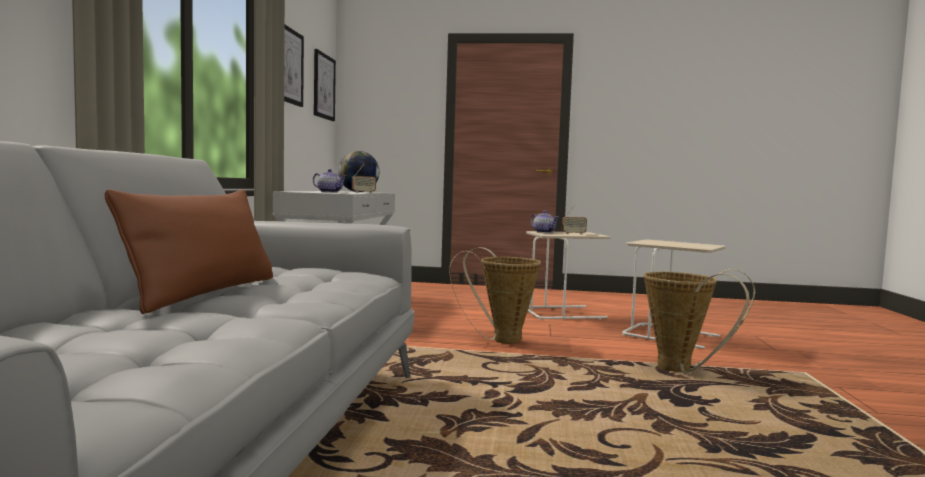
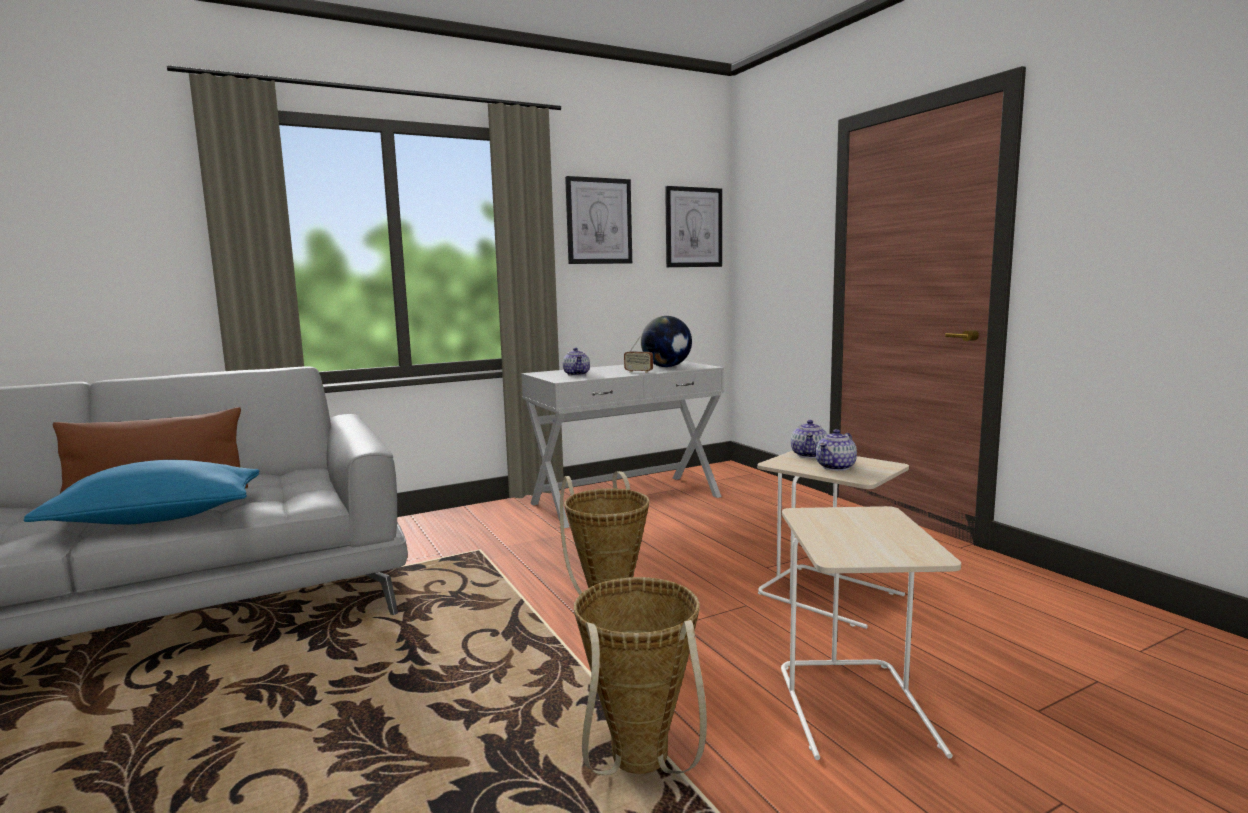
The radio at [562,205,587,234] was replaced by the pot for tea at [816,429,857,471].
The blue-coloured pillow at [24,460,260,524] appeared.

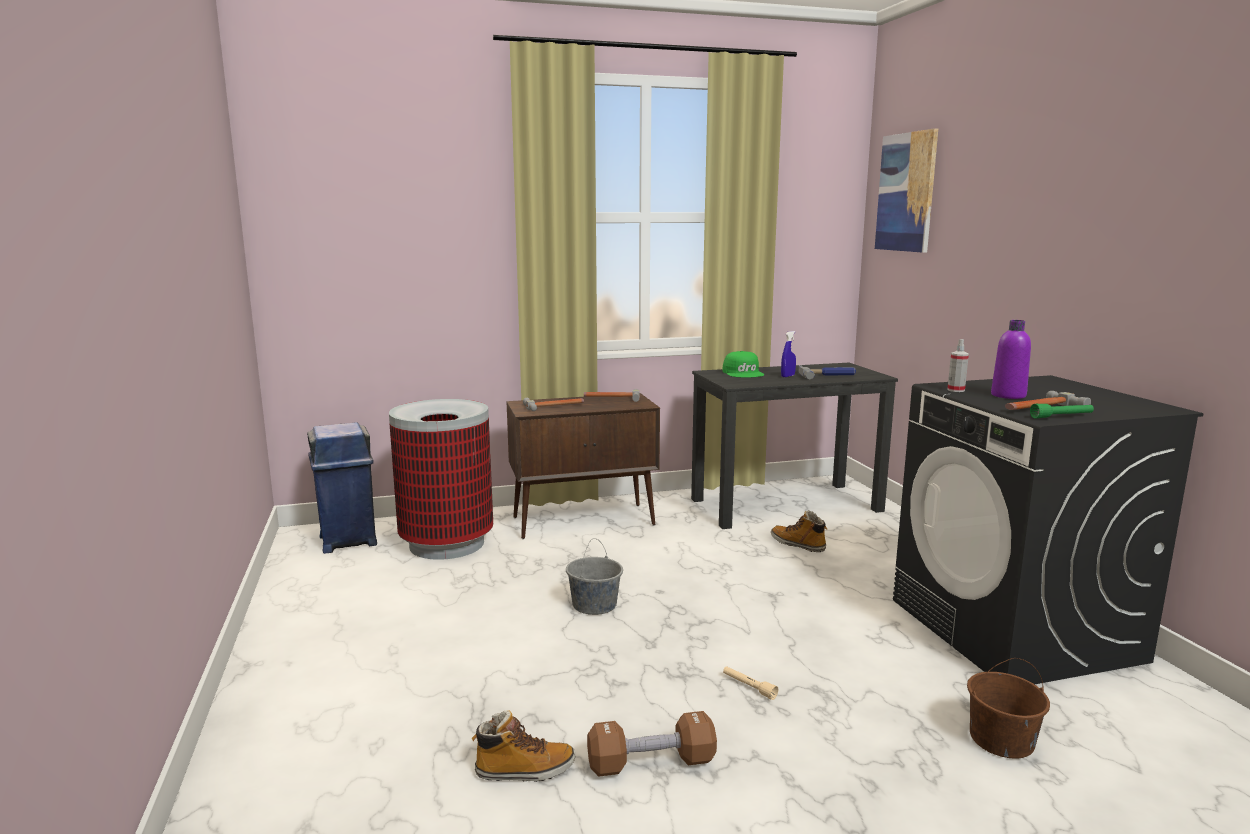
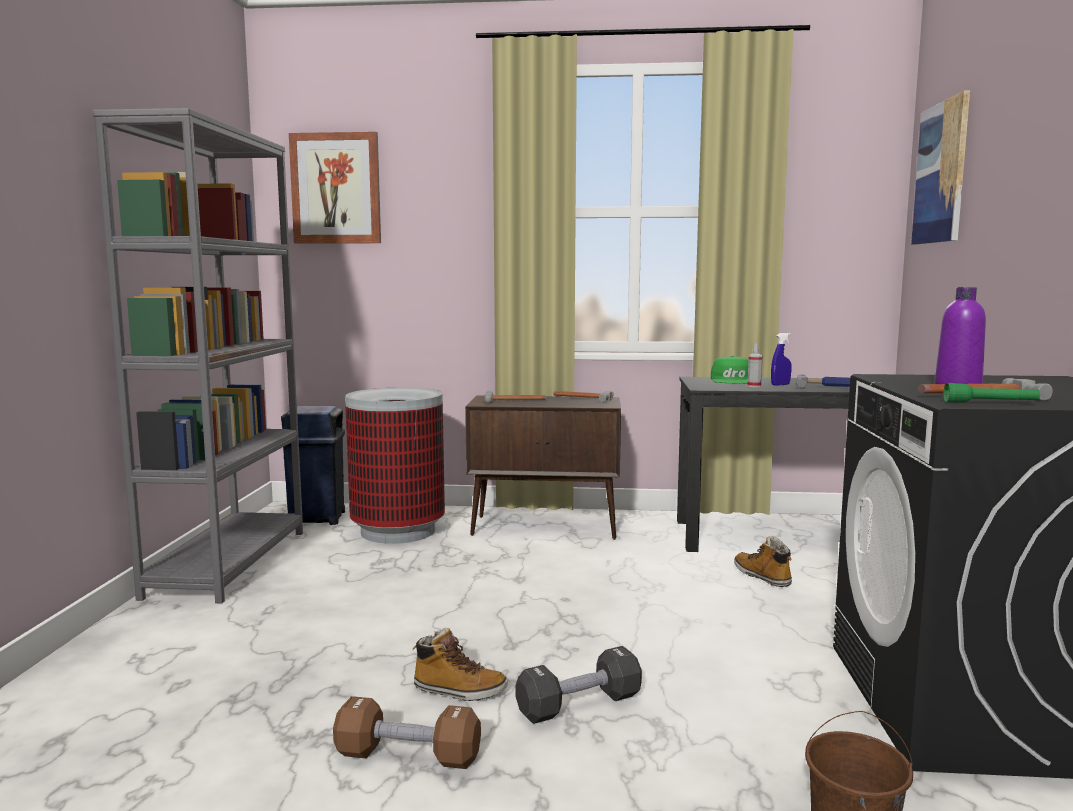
The hand sprayer moved from [947,339,969,392] to [747,343,763,387].
The gray pail at [566,539,623,615] disappeared.
The beige torch at [723,666,778,700] was replaced by the black dumbbell at [515,646,642,724].
The high-top boot moved from [471,710,575,782] to [413,628,508,701].
The gray bookshelf at [92,108,303,604] appeared.
The wall picture at [289,132,381,244] appeared.

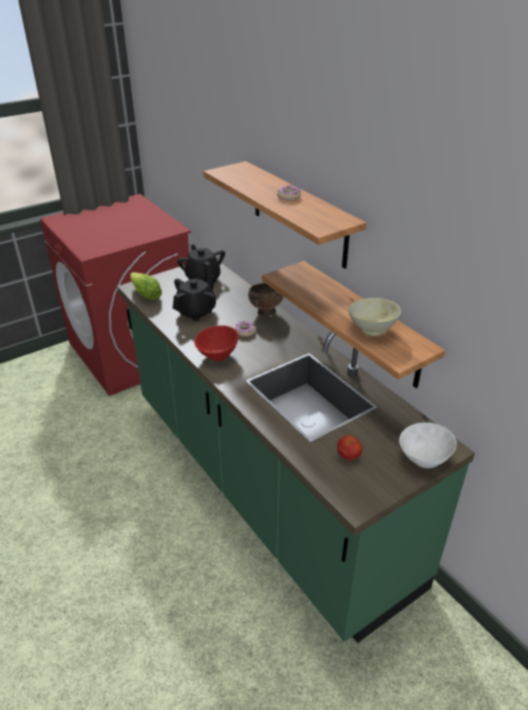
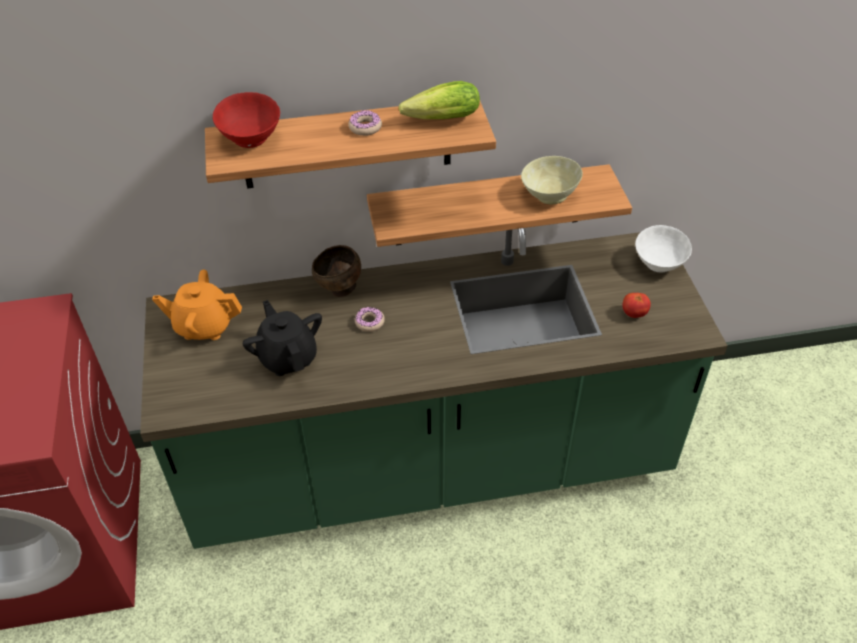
The black pot for tea at [177,244,225,283] became the orange-coloured pot for tea at [152,270,242,340].
The lettuce moved from [130,272,162,300] to [398,81,480,119].
The red bowl moved from [194,325,239,361] to [213,92,280,148].

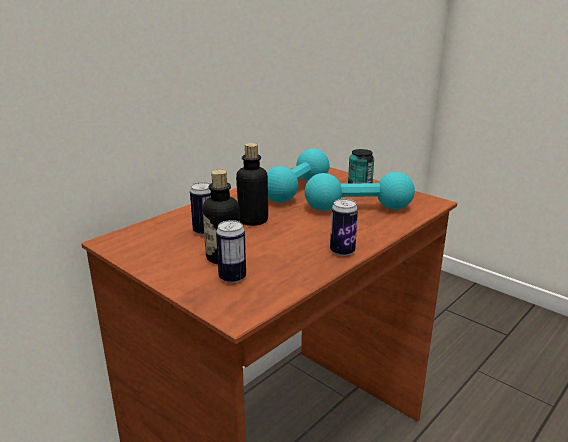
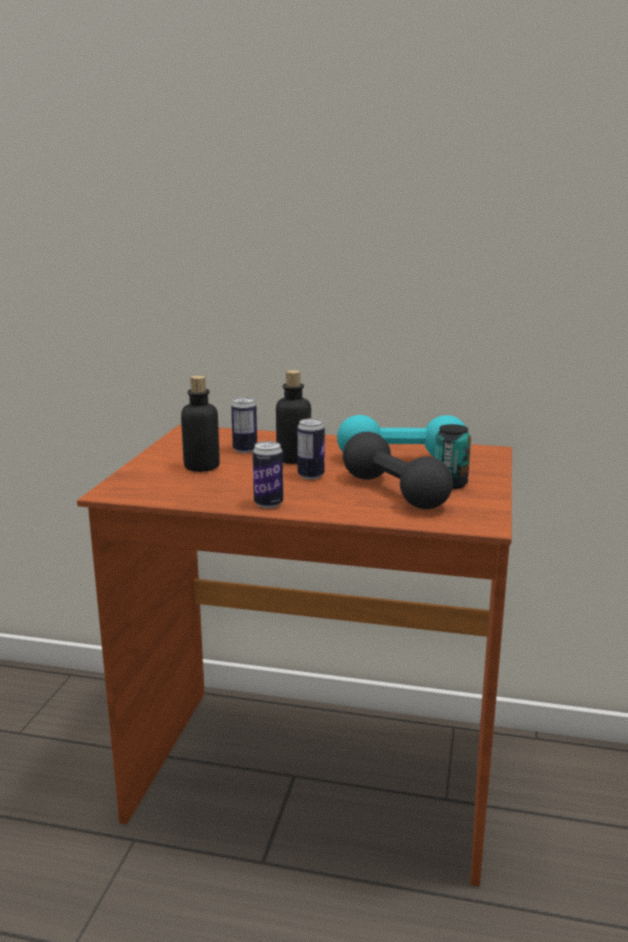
The blue-green dumbbell at [305,172,415,211] became the black dumbbell at [343,432,453,509].
The can moved from [216,220,246,283] to [297,418,325,480].

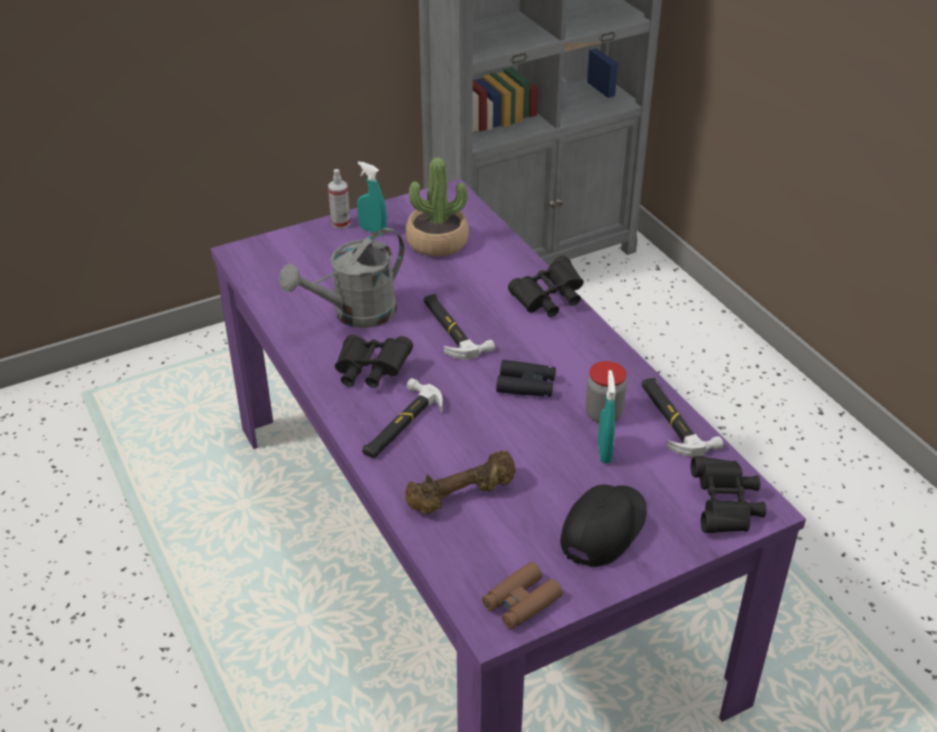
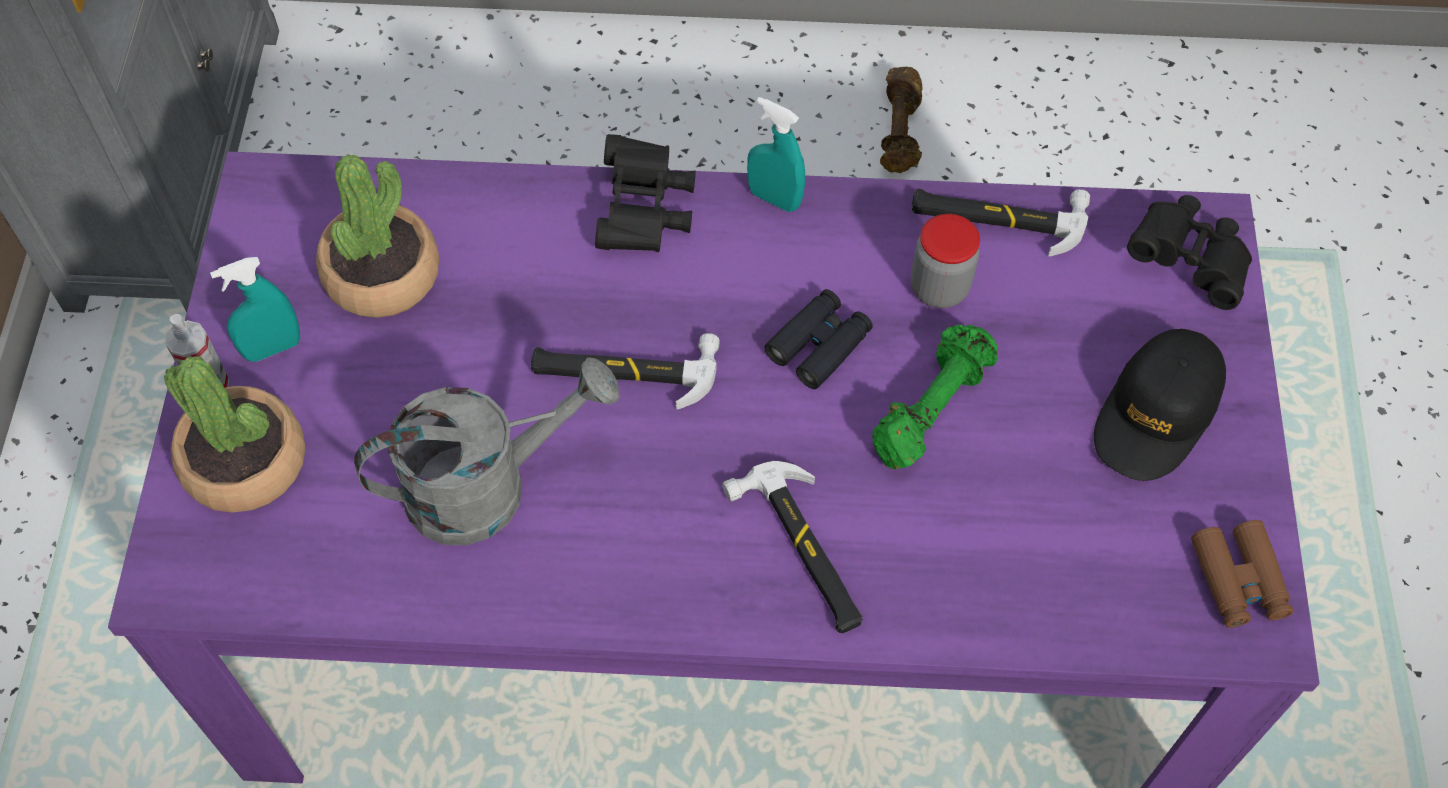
The gray watering can at [279,228,404,328] turned 105 degrees counterclockwise.
The black field glasses at [335,335,413,388] disappeared.
The blue-green hand sprayer moved from [598,370,615,464] to [747,97,805,212].
The brownish dumbbell moved from [405,451,516,514] to [880,67,922,173].
The black cap at [560,484,646,567] turned 120 degrees counterclockwise.
The greenish dumbbell at [872,325,998,469] appeared.
The plant in a pot at [164,356,305,513] appeared.

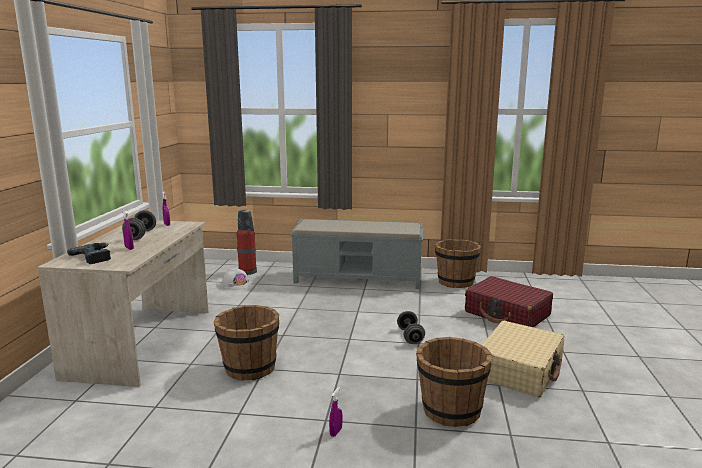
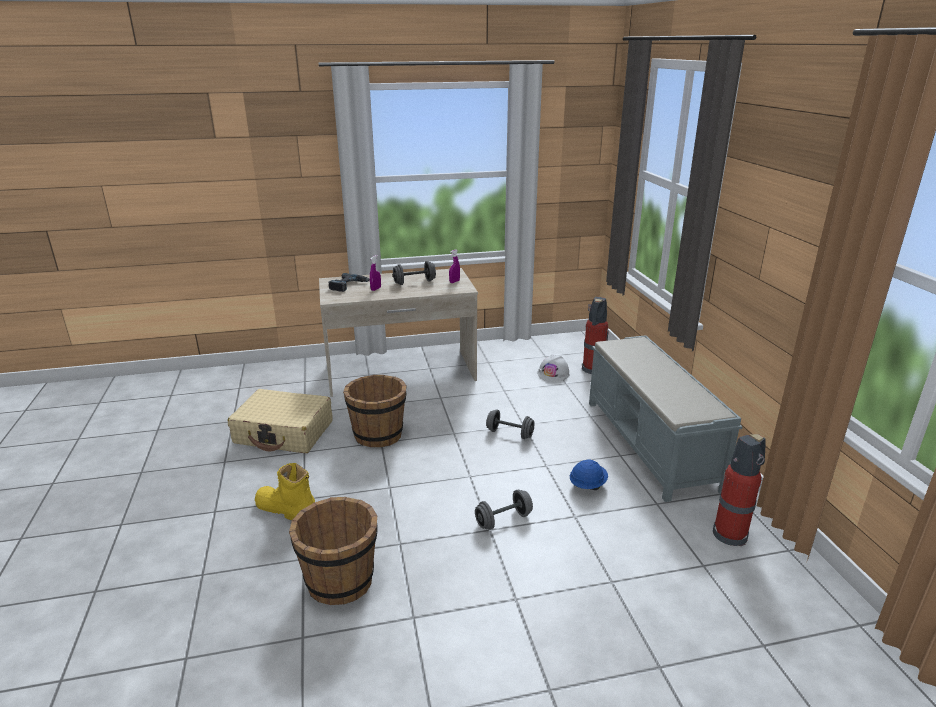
The brownish pail at [435,239,481,288] was replaced by the fire extinguisher at [713,434,766,547].
The red piece of luggage at [465,276,553,327] disappeared.
The beige piece of luggage moved from [481,321,564,397] to [228,389,333,453].
The purplish hand sprayer at [329,387,343,437] was replaced by the yellow high-top boot at [255,463,315,520].
The gray dumbbell at [486,409,534,439] appeared.
The blue-coloured hard hat at [570,459,608,490] appeared.

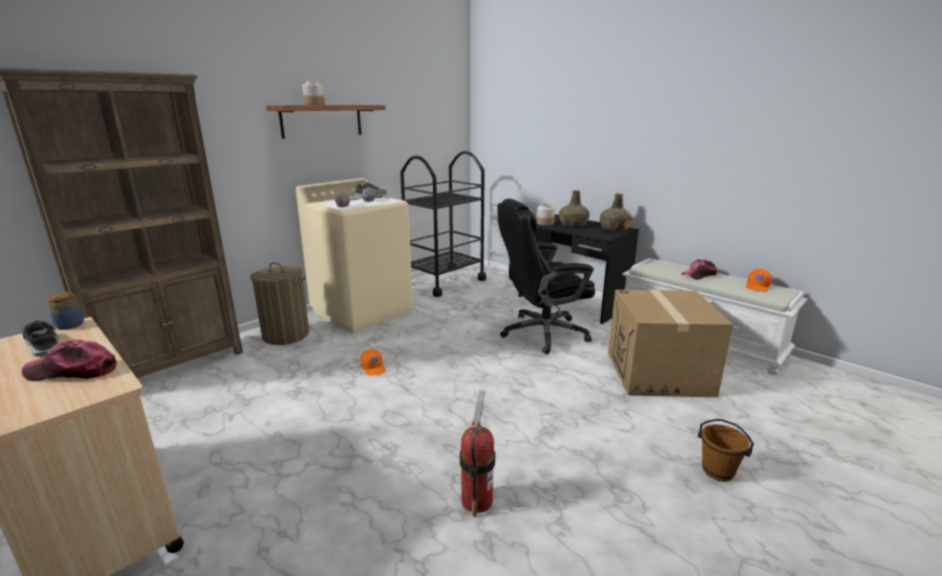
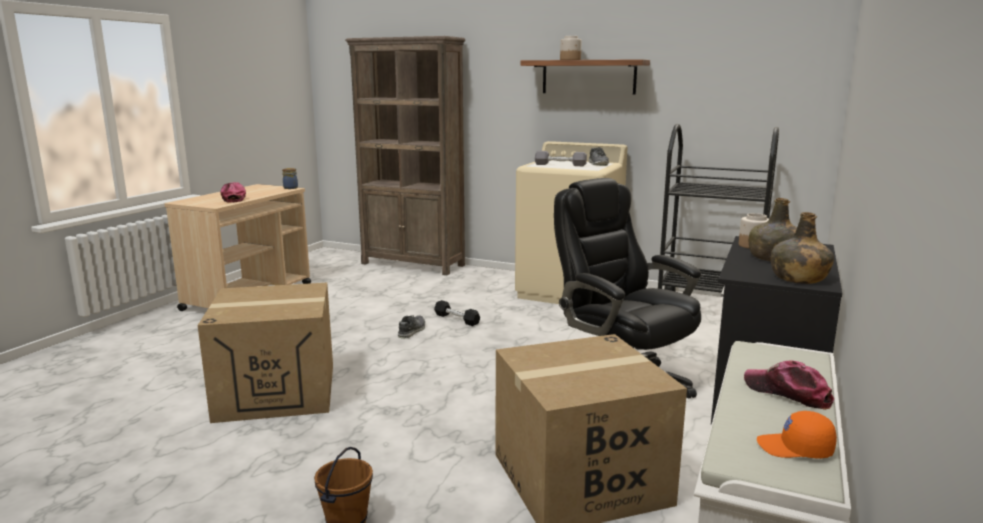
The washing basket at [250,263,309,345] disappeared.
The low shoe moved from [22,320,59,357] to [398,315,426,339].
The orange-coloured cap at [361,349,386,376] was replaced by the black dumbbell at [434,300,480,326].
The fire extinguisher at [460,391,495,517] was replaced by the carton at [198,283,333,423].

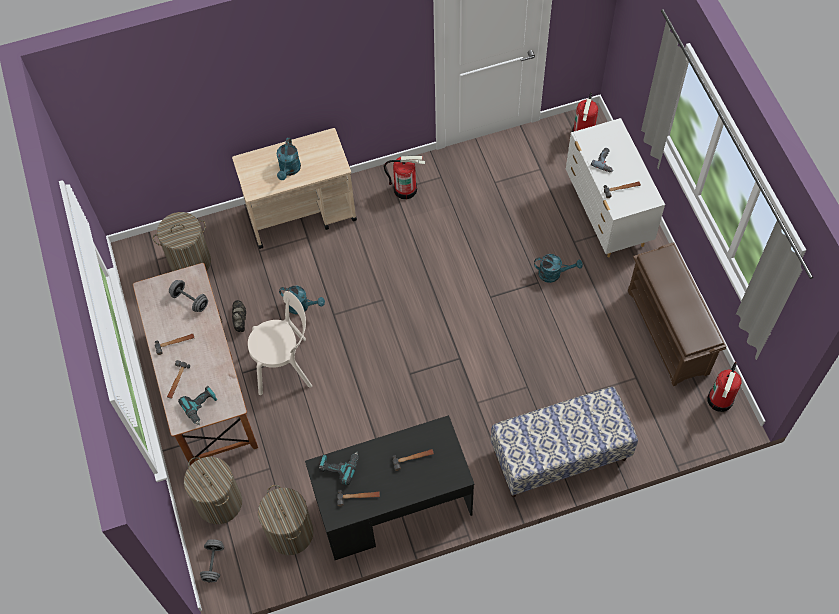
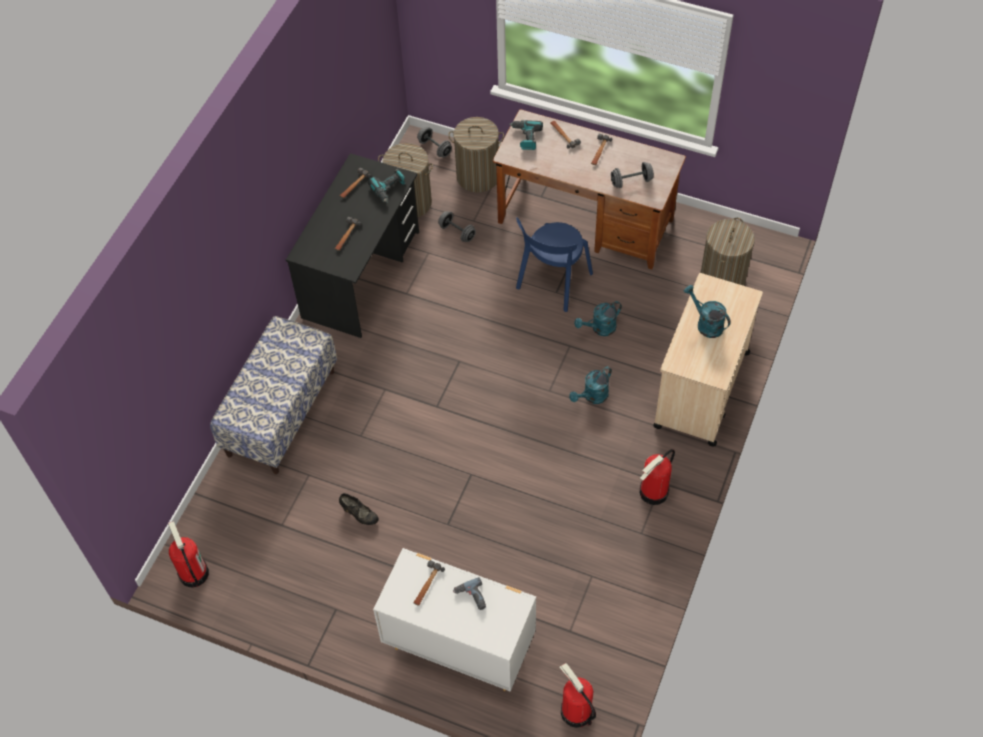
The brownish shoe shelf at [628,242,727,386] disappeared.
The blue-green watering can moved from [534,254,583,283] to [569,366,612,404].
The beige upright chair at [248,291,312,395] became the blue-coloured upright chair at [516,217,593,312].
The black low shoe moved from [232,300,246,332] to [339,493,379,525].
The gray dumbbell at [438,211,476,242] appeared.

